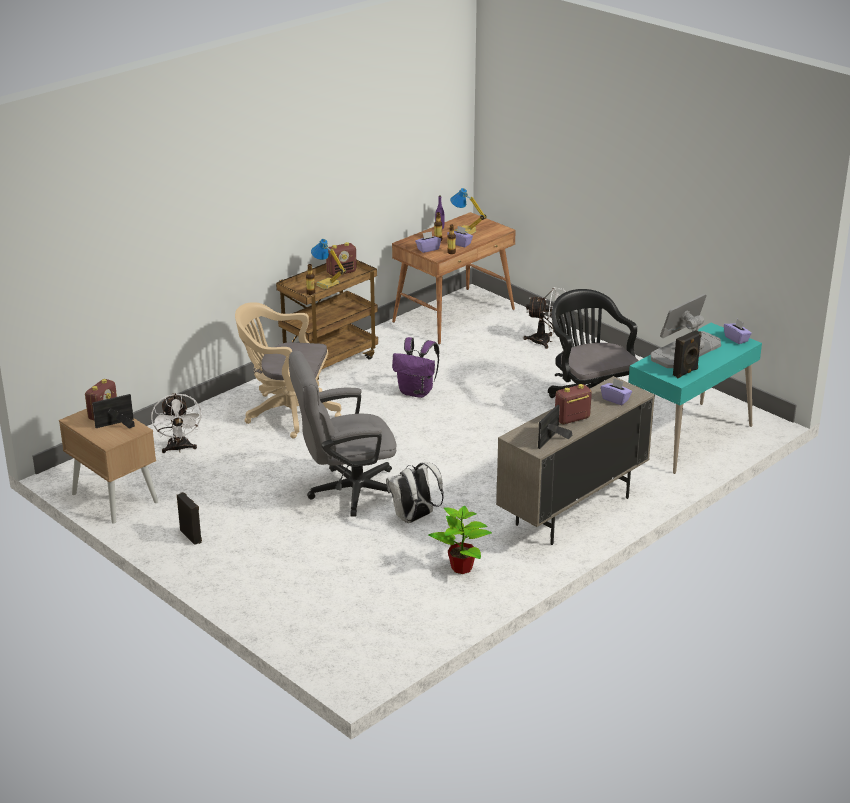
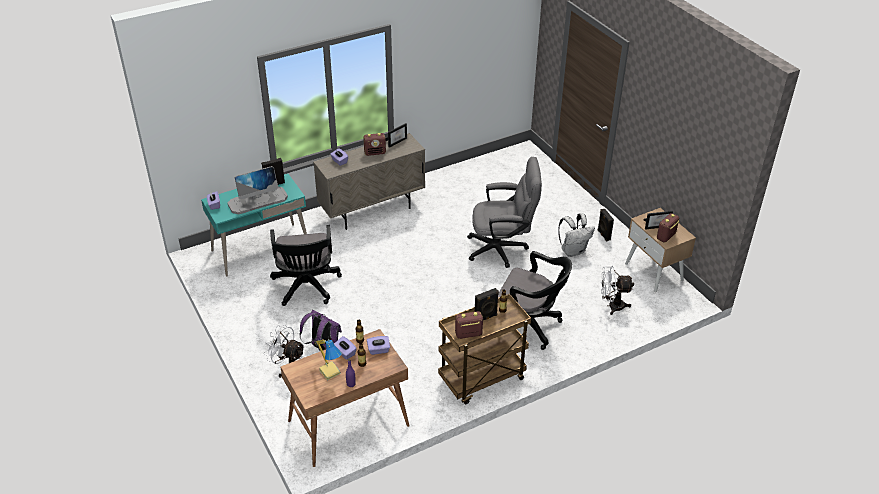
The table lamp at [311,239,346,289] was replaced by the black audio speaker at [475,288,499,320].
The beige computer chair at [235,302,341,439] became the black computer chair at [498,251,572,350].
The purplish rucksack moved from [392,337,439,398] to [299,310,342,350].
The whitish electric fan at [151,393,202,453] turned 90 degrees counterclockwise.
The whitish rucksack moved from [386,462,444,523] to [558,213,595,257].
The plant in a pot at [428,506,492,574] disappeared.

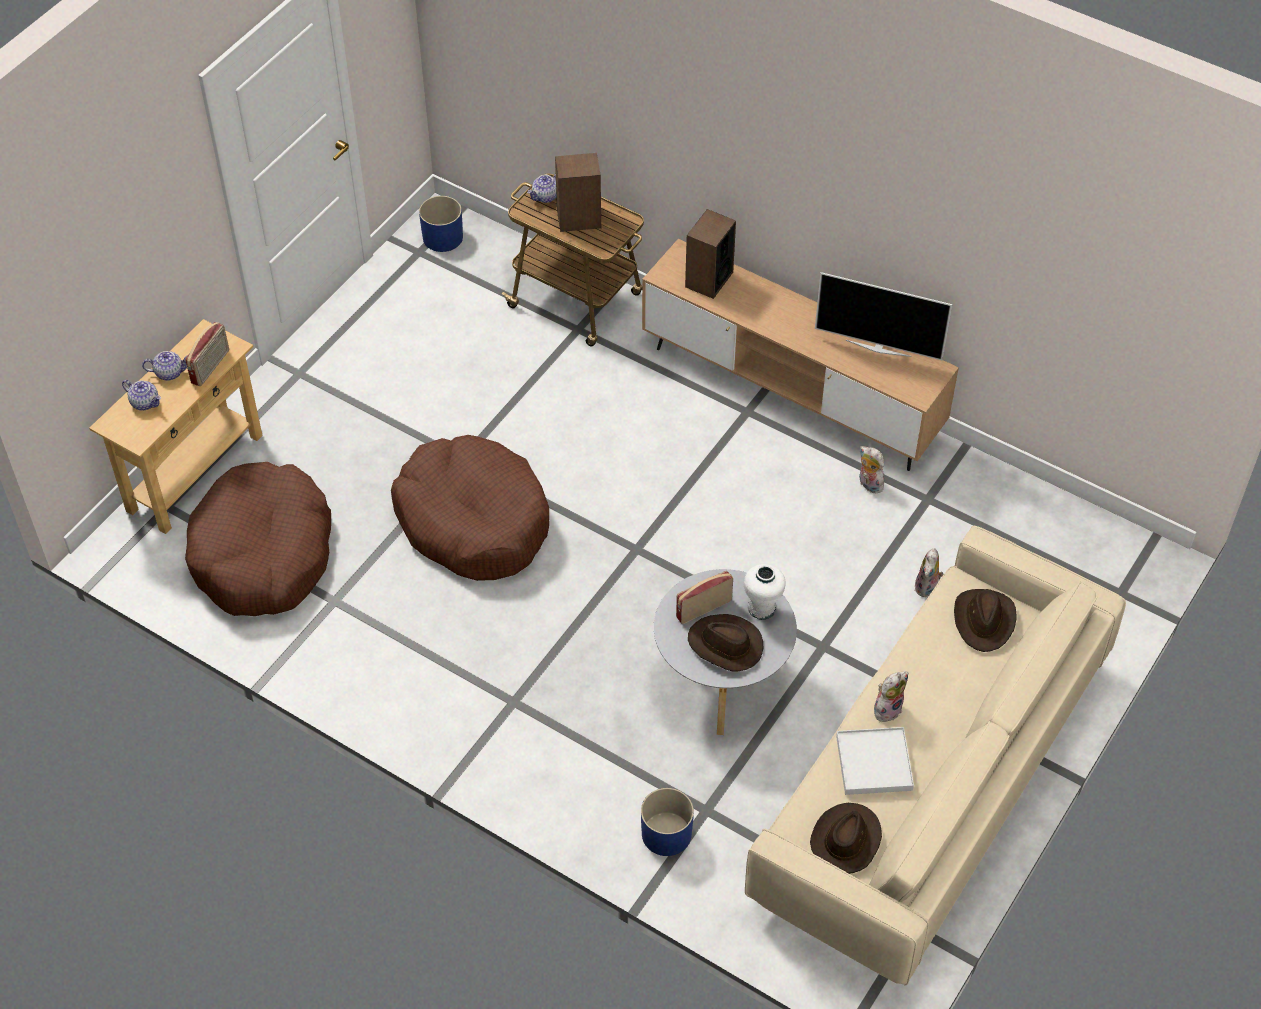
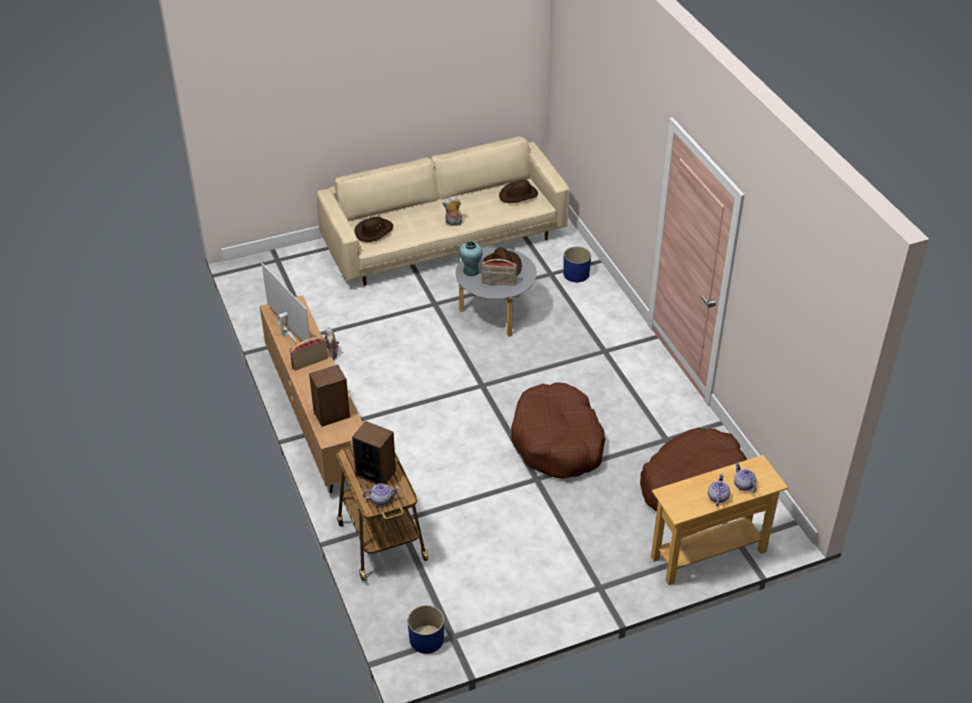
The radio moved from [185,322,229,386] to [290,337,328,371].
The pot for tea at [142,351,188,381] turned 75 degrees clockwise.
The soft toy at [914,548,943,597] disappeared.
The whitish decorative vase at [744,564,786,620] became the blue-green decorative vase at [459,241,483,276].
The whitish tray at [836,727,914,795] disappeared.

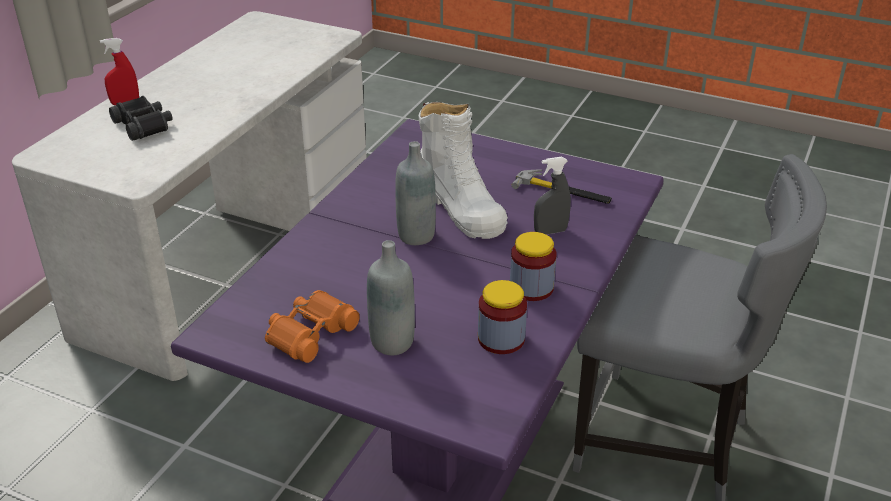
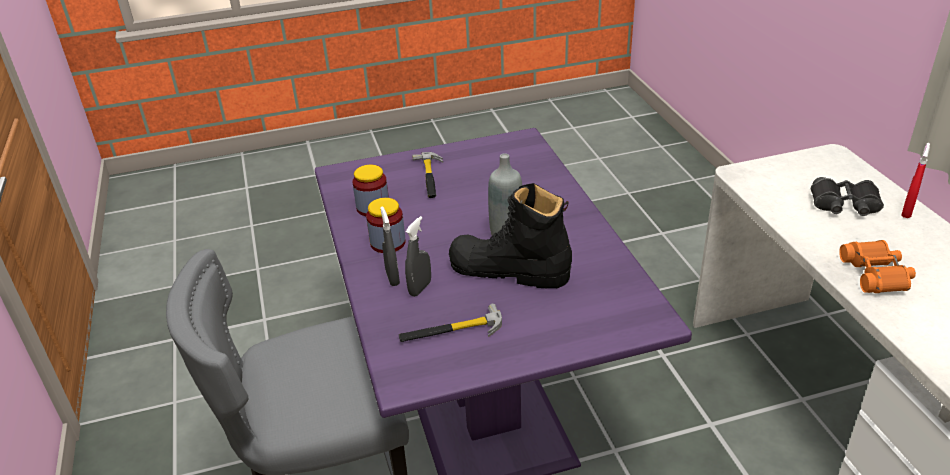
The whitish high-top boot at [418,102,508,239] became the black high-top boot at [449,183,572,288].
The gray drink bottle at [367,240,415,355] was replaced by the tool hammer at [412,152,443,198].
The orange-coloured field glasses moved from [265,290,360,363] to [839,240,916,293].
The gray hand sprayer at [380,206,400,286] appeared.

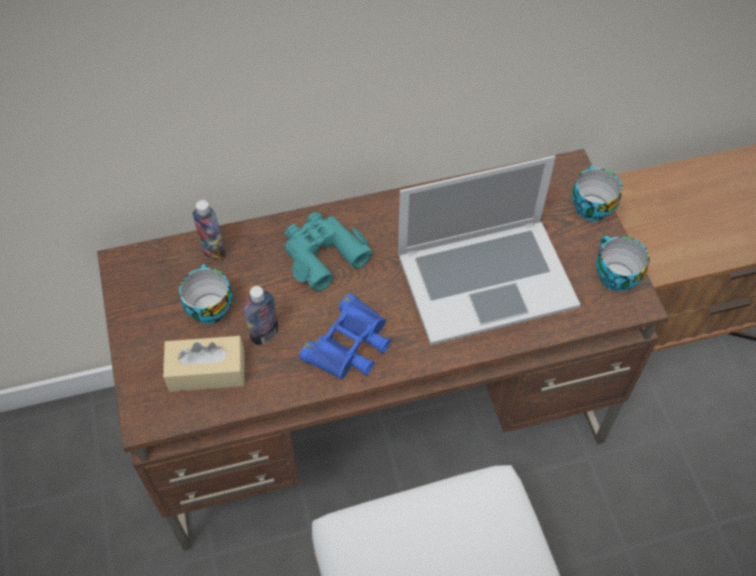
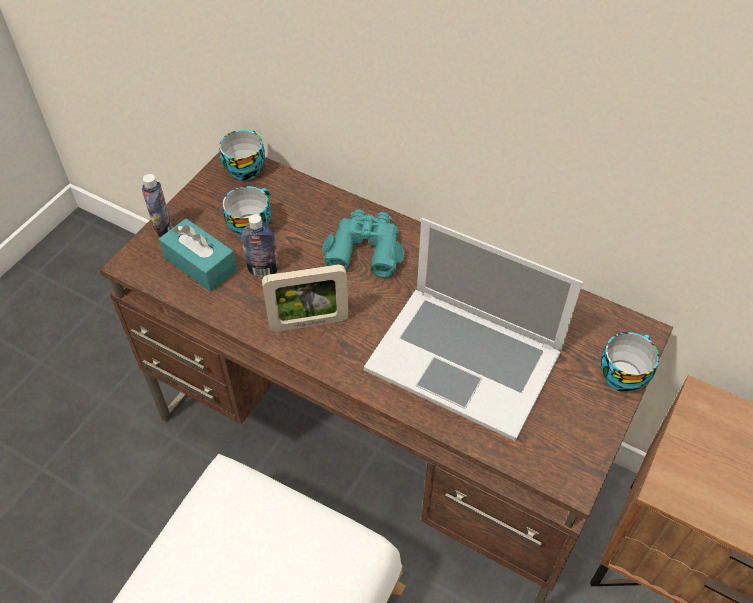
The drink bottle moved from [192,200,226,261] to [142,174,173,240].
The cup moved from [596,236,650,292] to [219,130,265,180].
The blue-coloured field glasses at [299,293,391,379] was replaced by the picture frame at [262,264,349,332].
The beige box of tissues at [163,336,245,392] became the blue-green box of tissues at [159,218,237,292].

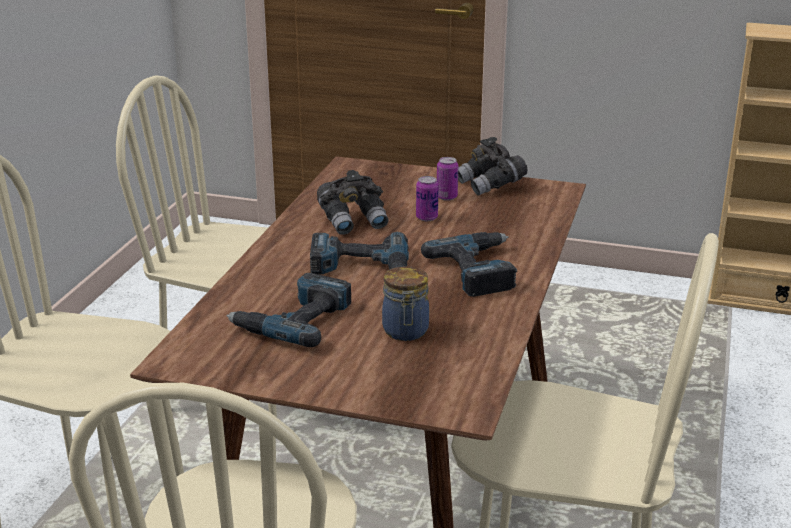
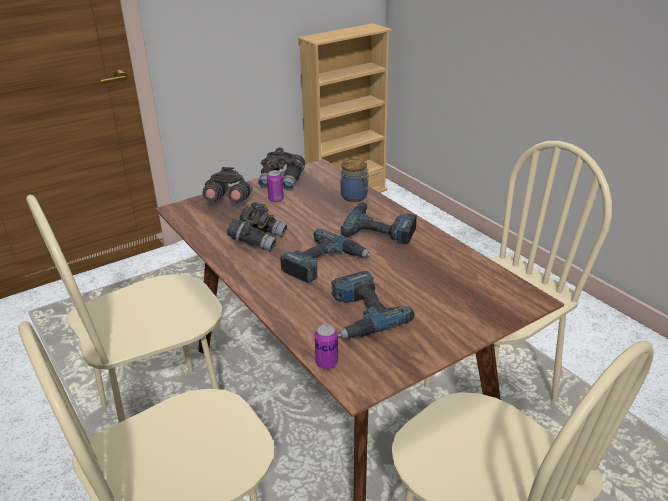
The can moved from [416,176,439,221] to [315,324,338,369].
The storage jar moved from [382,266,429,341] to [341,159,370,202].
The gray field glasses at [202,167,253,203] appeared.

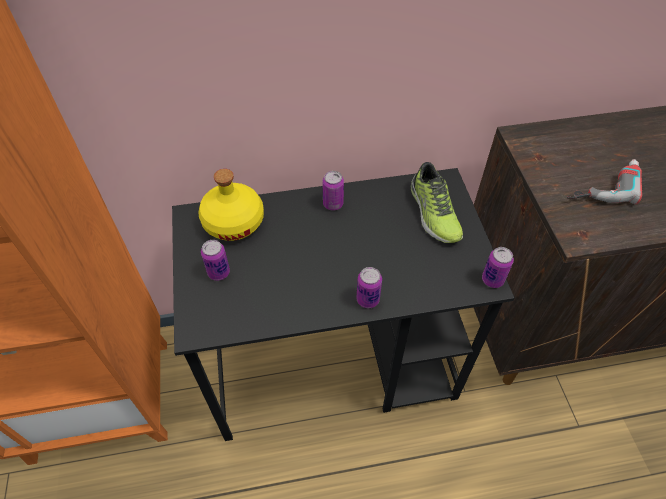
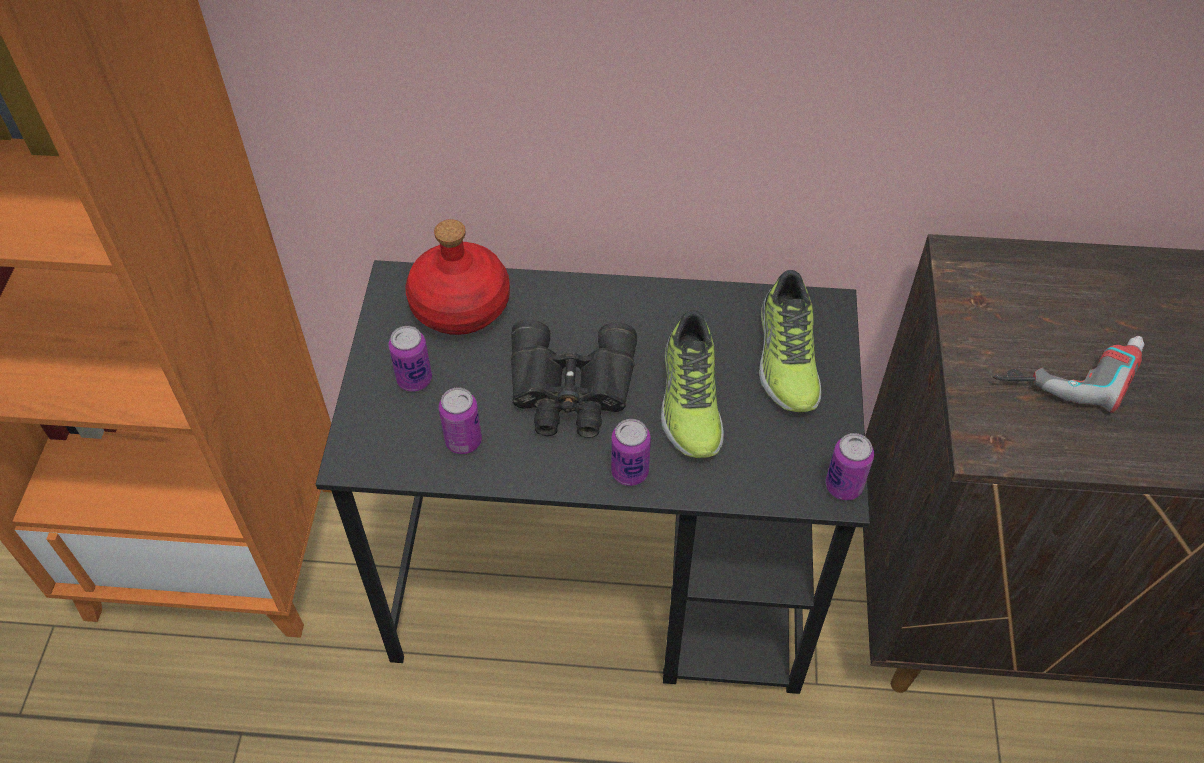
The yellow drink bottle at [198,169,264,241] became the red drink bottle at [405,219,510,335].
The can moved from [322,171,344,210] to [439,388,482,454].
The low shoe at [661,310,724,458] appeared.
The black field glasses at [511,320,637,438] appeared.

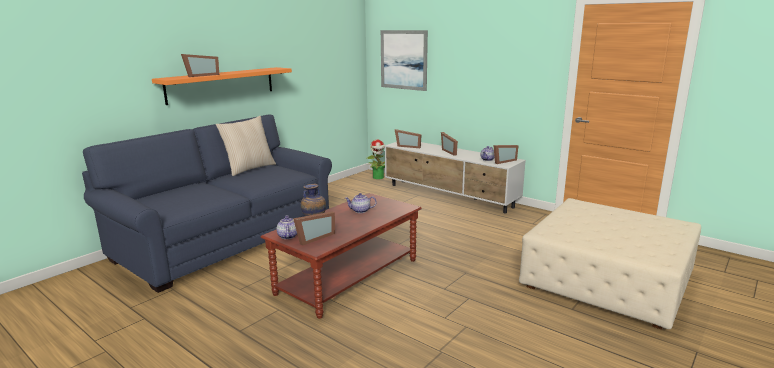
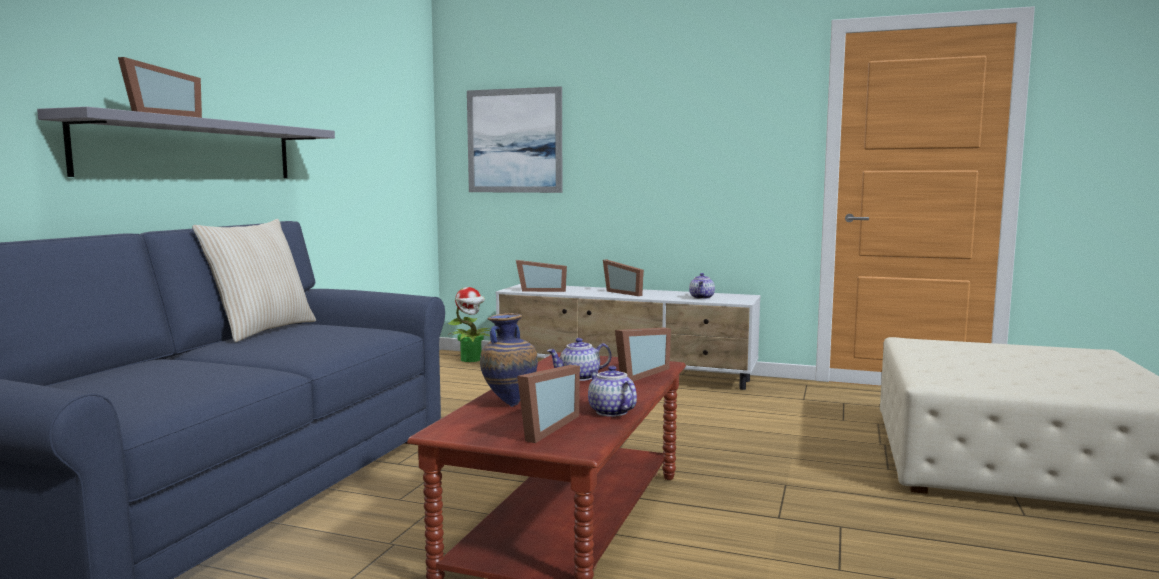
The orange-coloured bracket shelf at [152,67,292,105] became the gray bracket shelf at [37,107,335,178].
The picture frame moved from [493,145,519,164] to [615,328,671,382].
The pot for tea moved from [277,215,297,239] to [588,366,637,417].

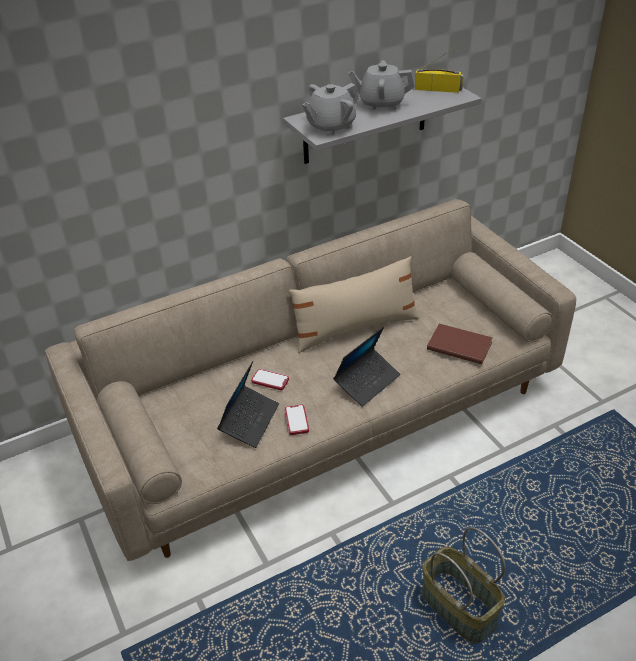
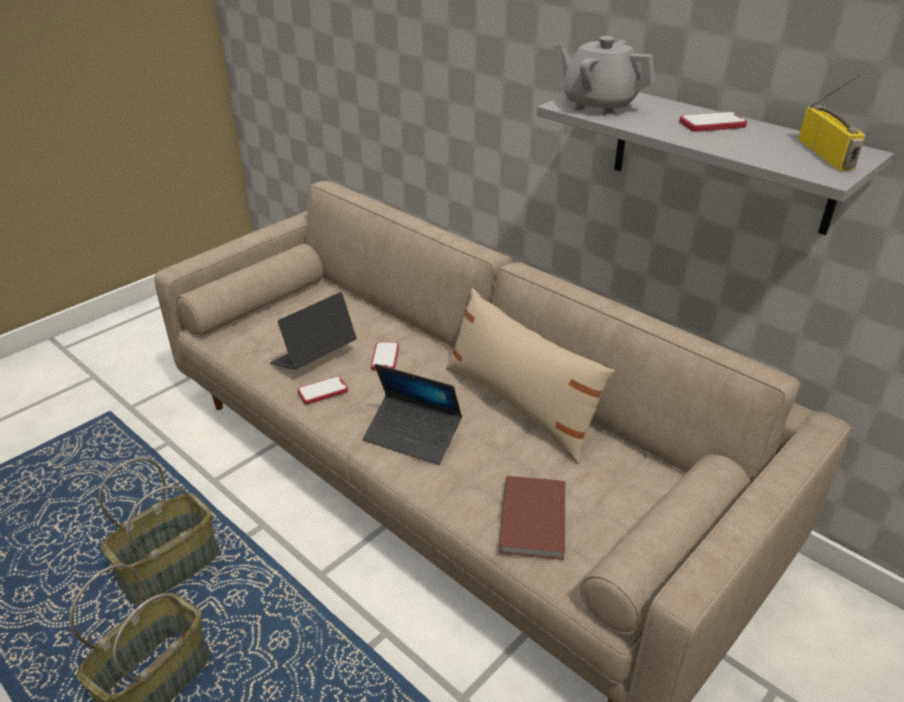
The gray pot for tea at [349,60,415,110] was replaced by the phone at [679,112,747,132].
The portable computer at [217,361,279,448] turned 135 degrees clockwise.
The basket at [99,458,219,604] appeared.

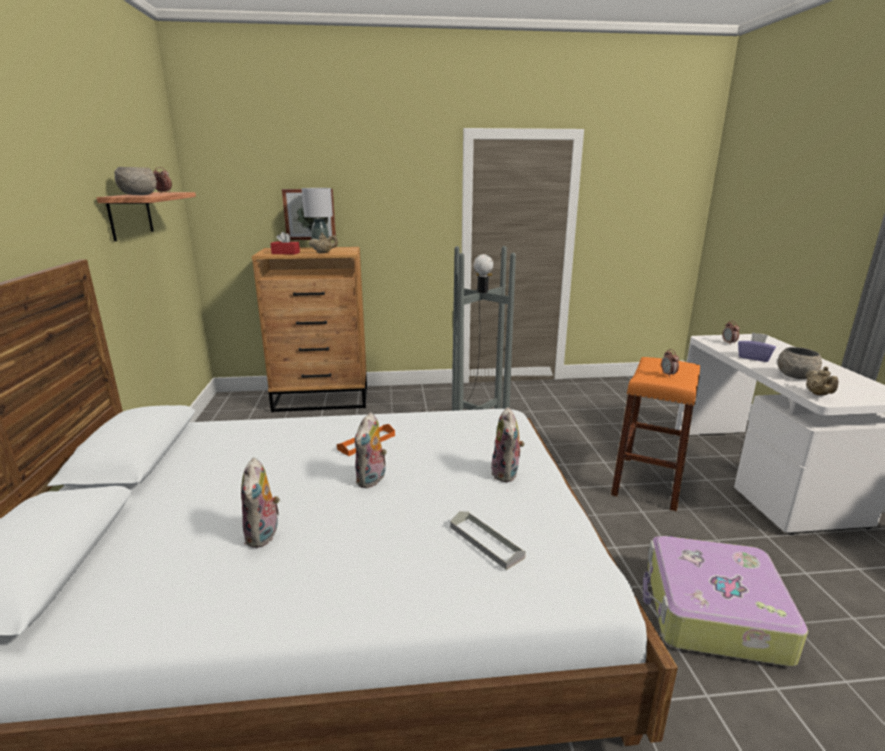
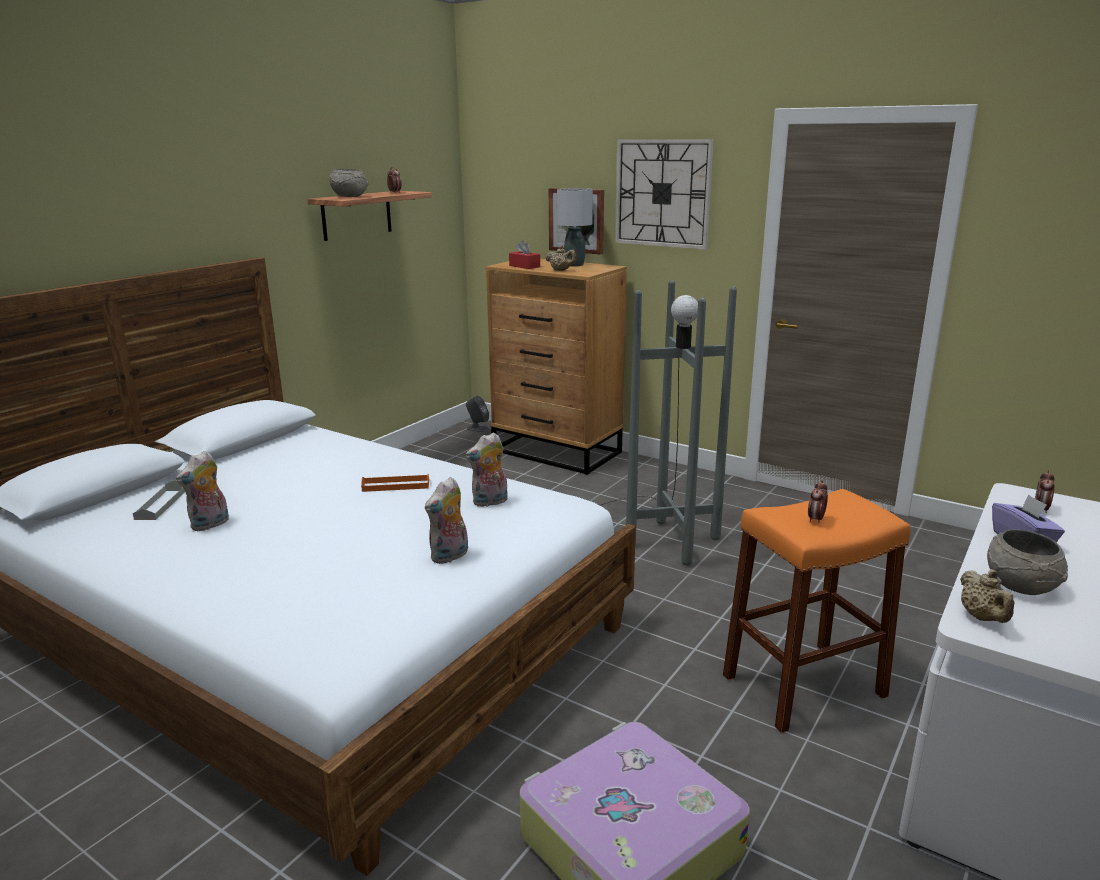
The beige pot for tea at [806,367,839,396] turned 45 degrees counterclockwise.
The soft toy moved from [355,412,387,488] to [465,432,508,507].
The gray tray moved from [450,511,526,570] to [133,480,185,520].
The hanging clock at [615,139,714,250] appeared.
The gray audio speaker at [466,396,489,432] appeared.

